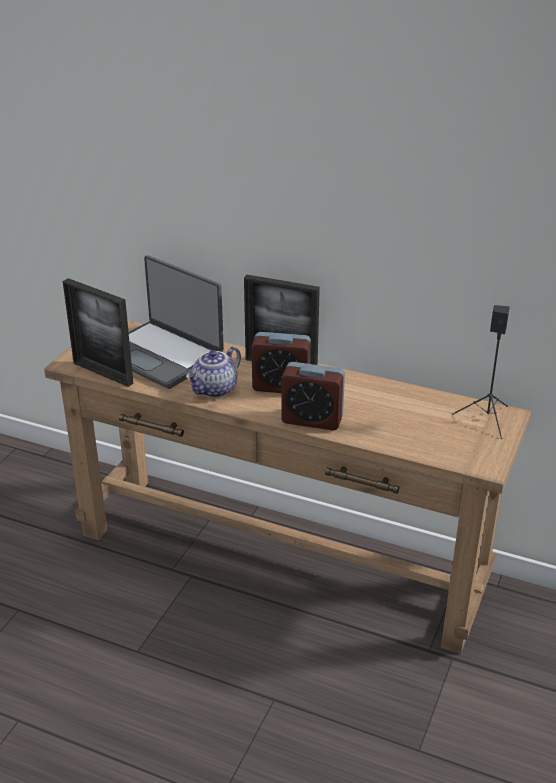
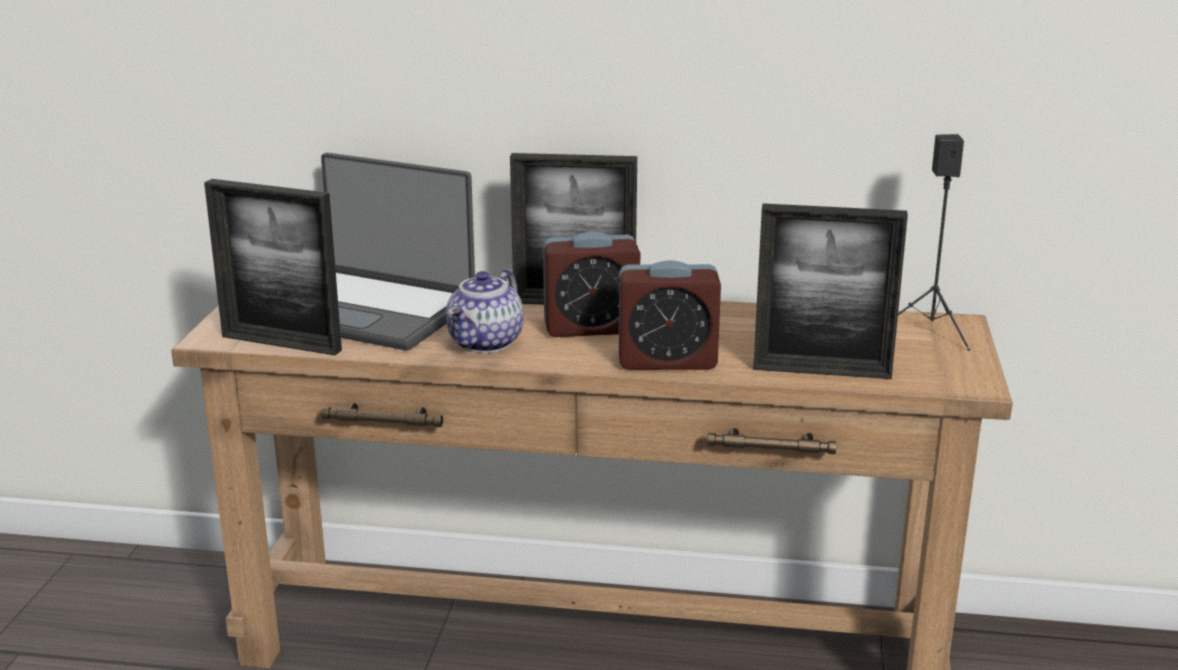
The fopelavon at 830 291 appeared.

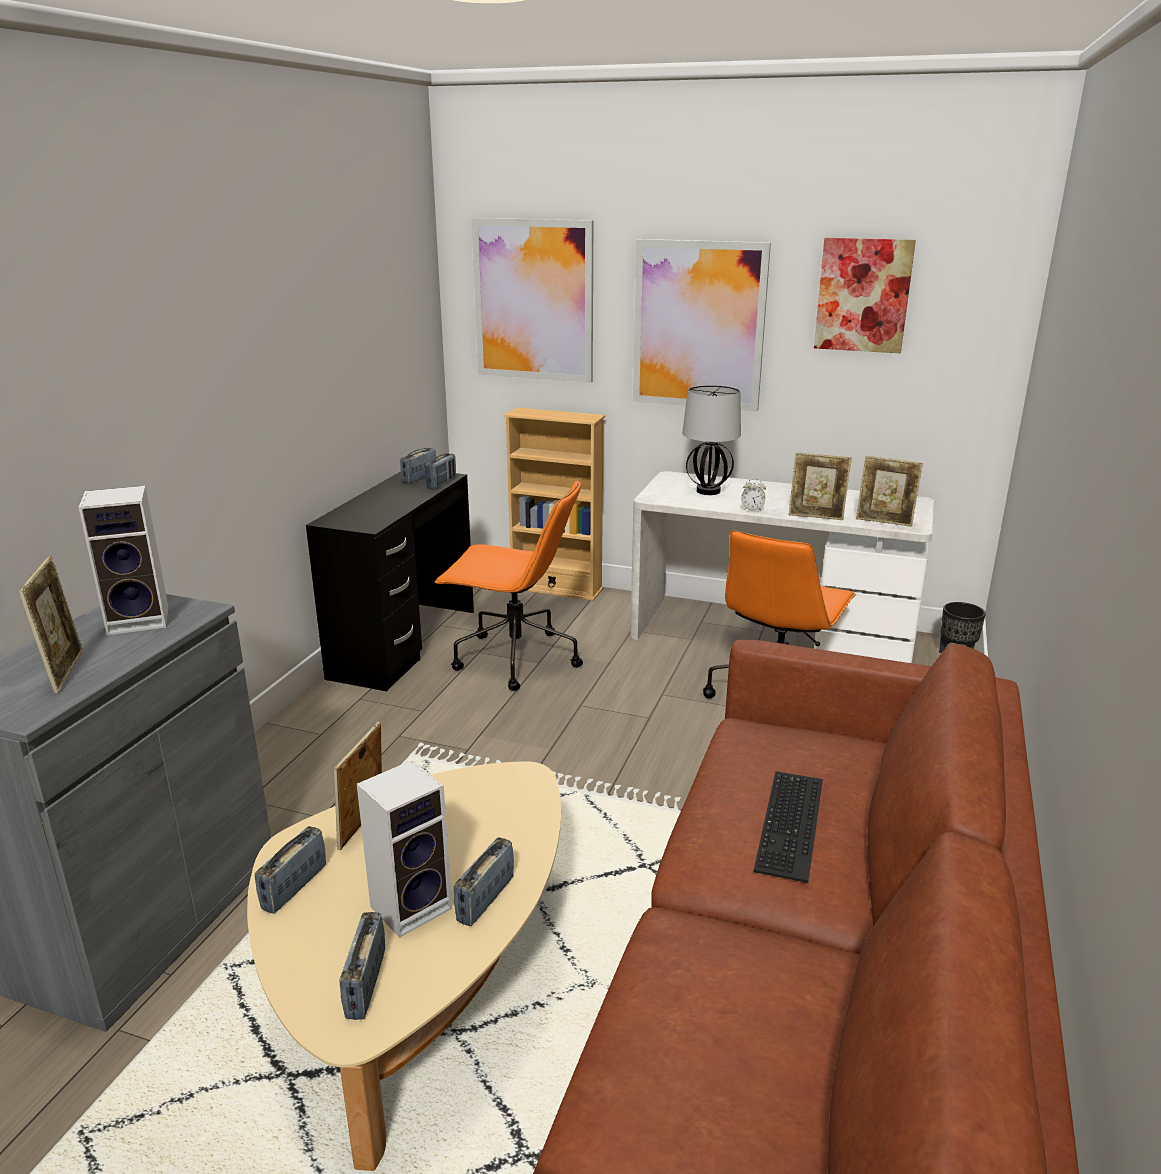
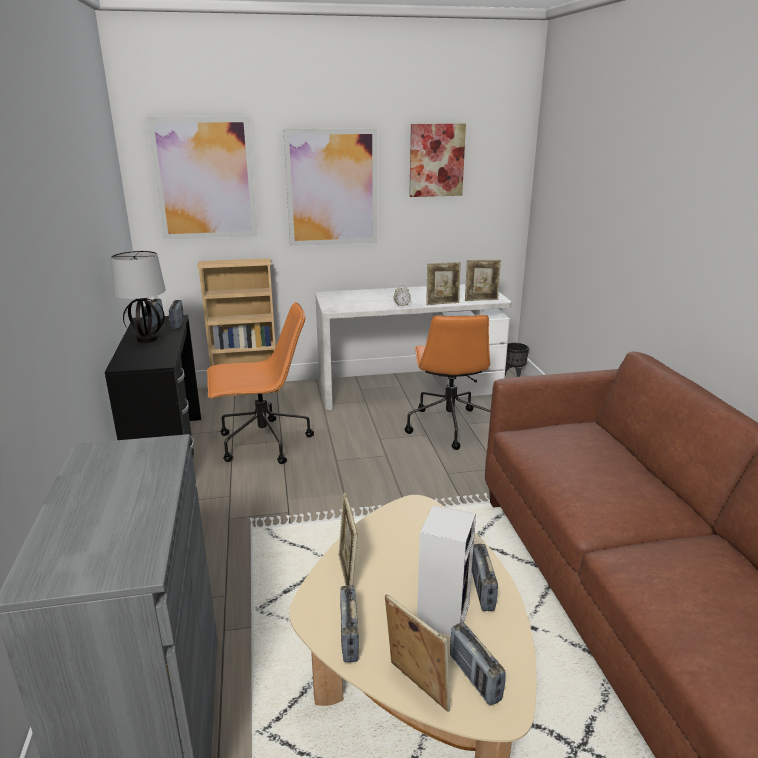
The fopelavon moved from 50 625 to 417 653. The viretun at 124 560 disappeared. The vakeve moved from 711 440 to 138 296. The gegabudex at 788 827 disappeared.

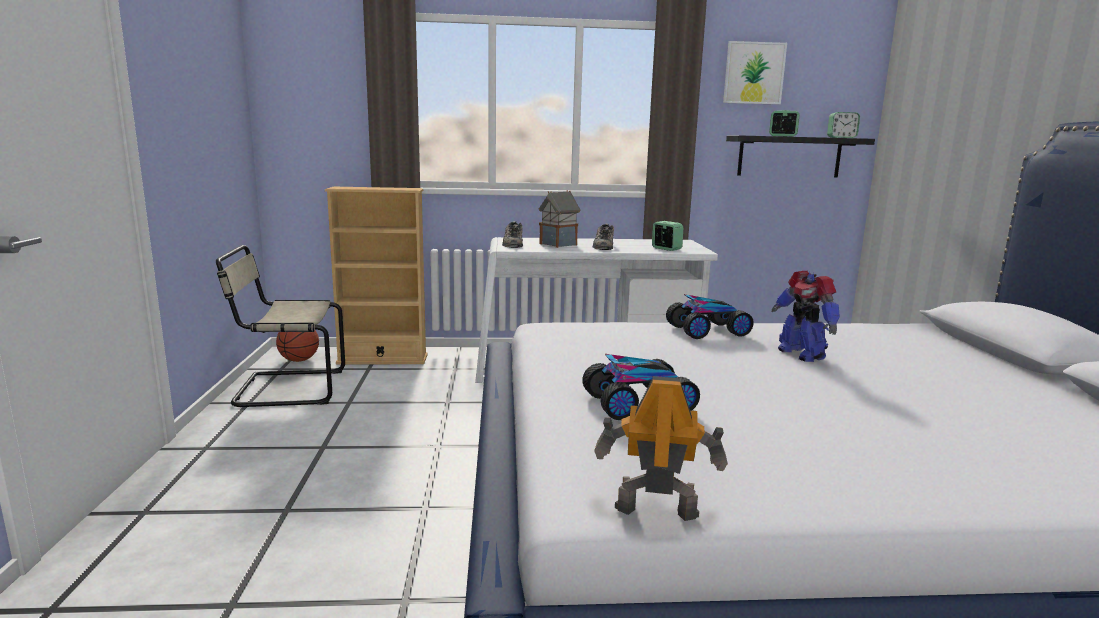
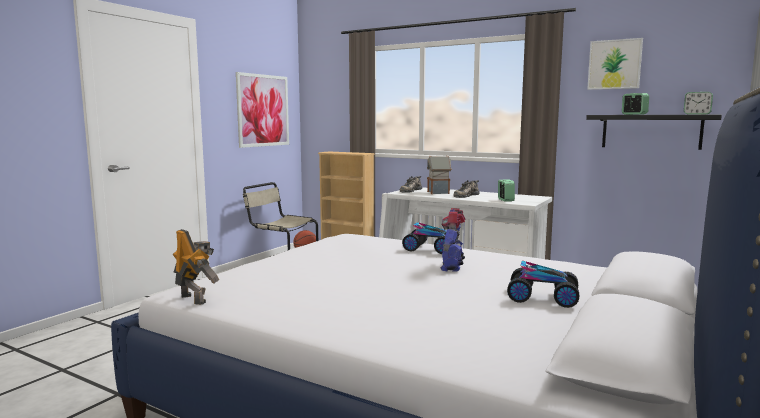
The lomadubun moved from 641 387 to 543 284. The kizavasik at 262 110 appeared.

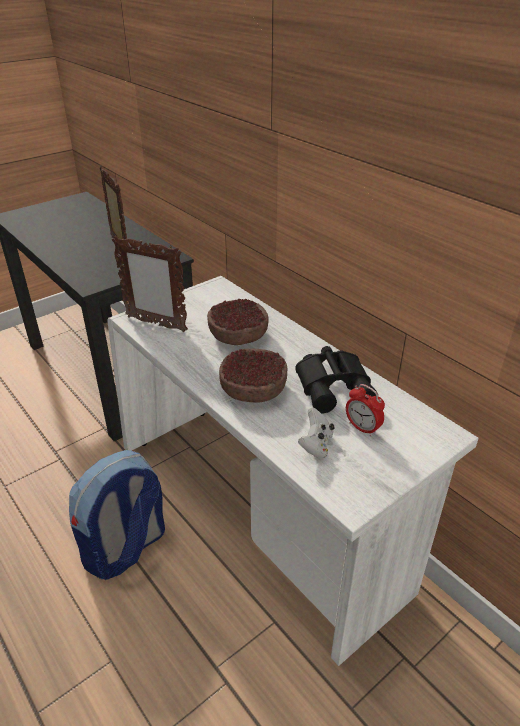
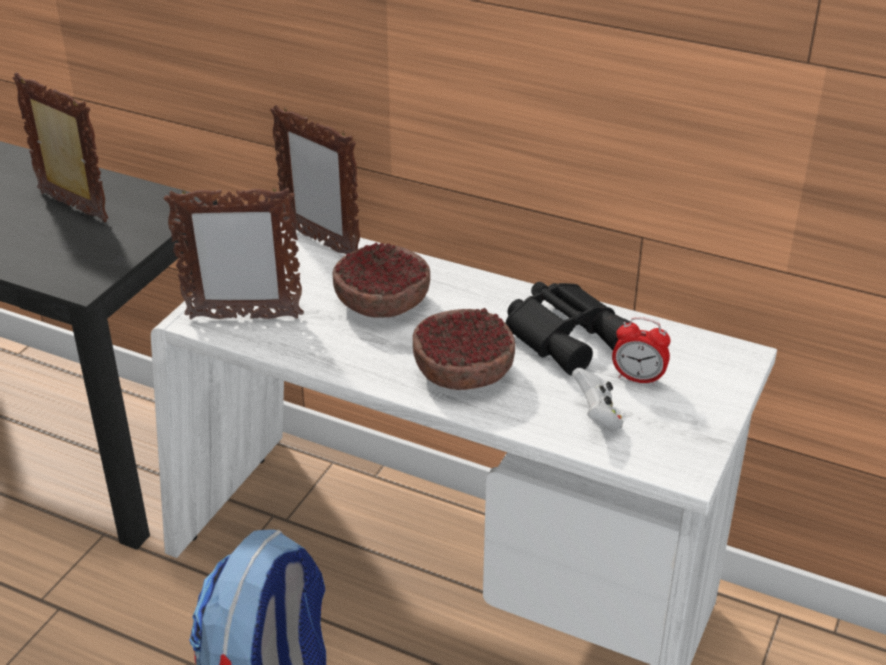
The fopelavon at 315 179 appeared.

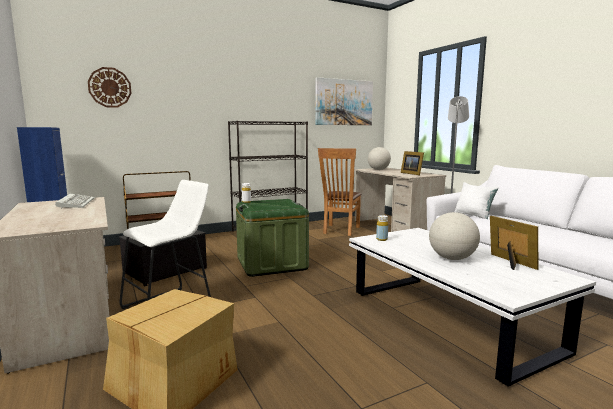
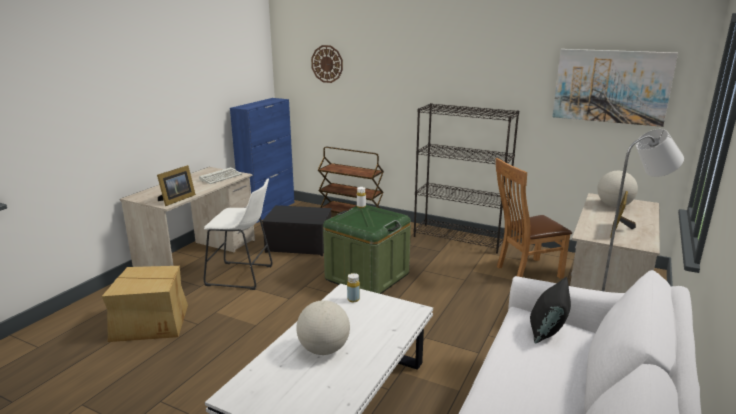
The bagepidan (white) at 477 200 became the bagepidan (black) at 550 310. The fopelavon moved from 514 243 to 176 185.

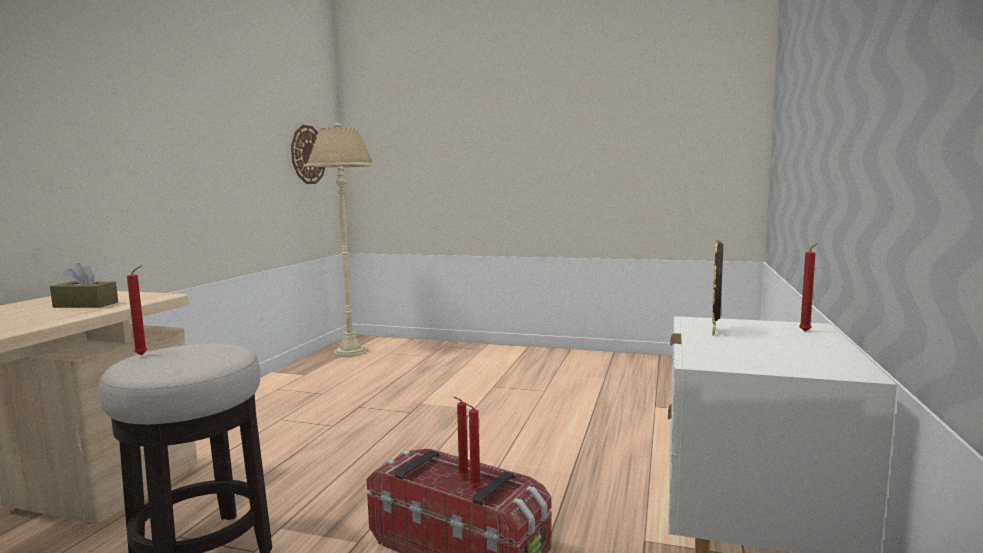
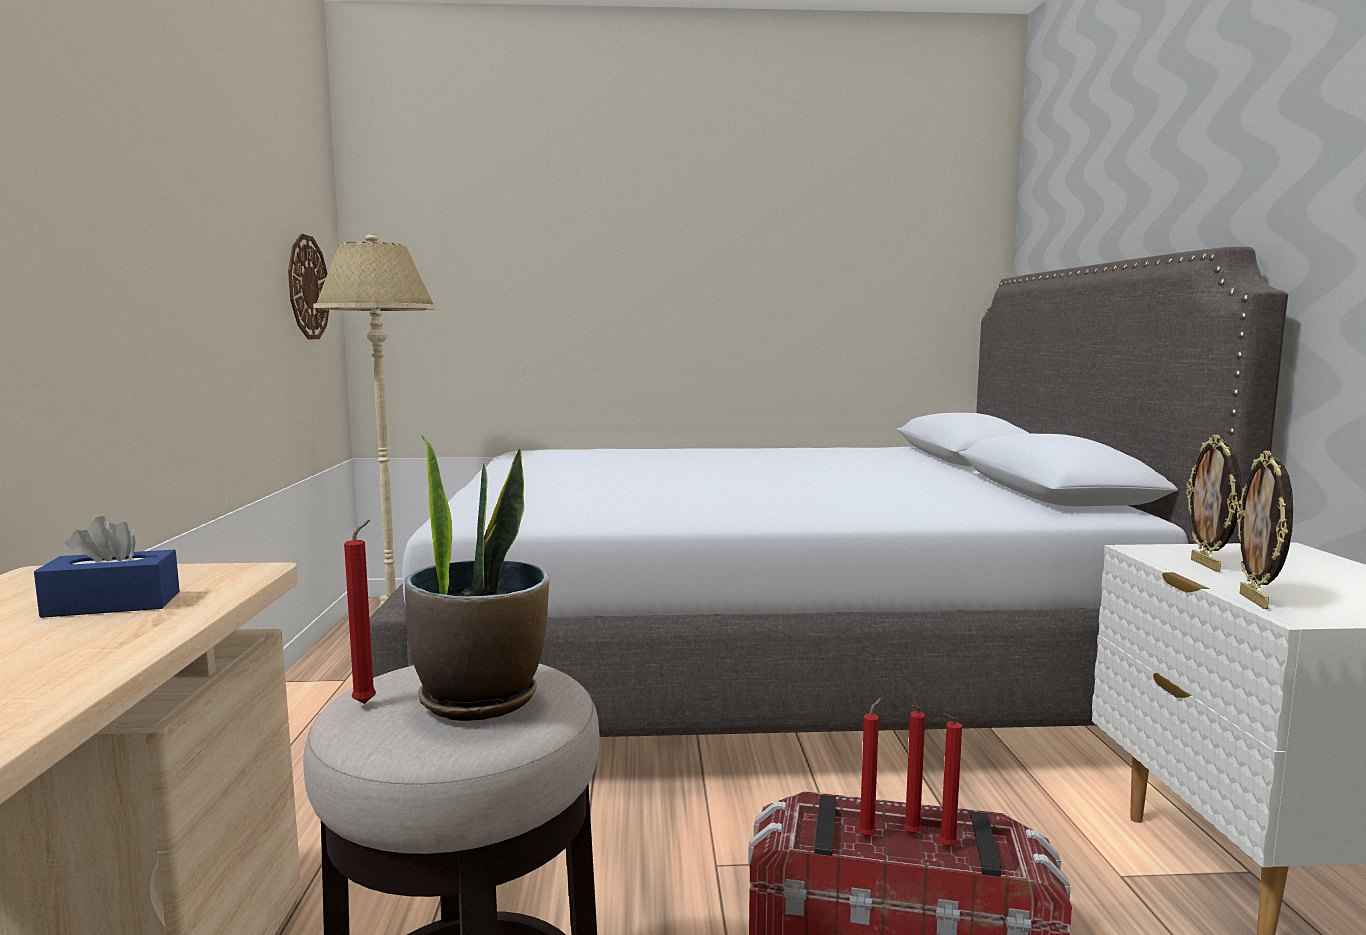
The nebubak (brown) at 84 285 became the nebubak (blue) at 107 567. The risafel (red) moved from 808 287 to 869 767. The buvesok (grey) at 828 492 appeared. The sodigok at 477 578 appeared. The fopelavon at 1265 530 appeared.

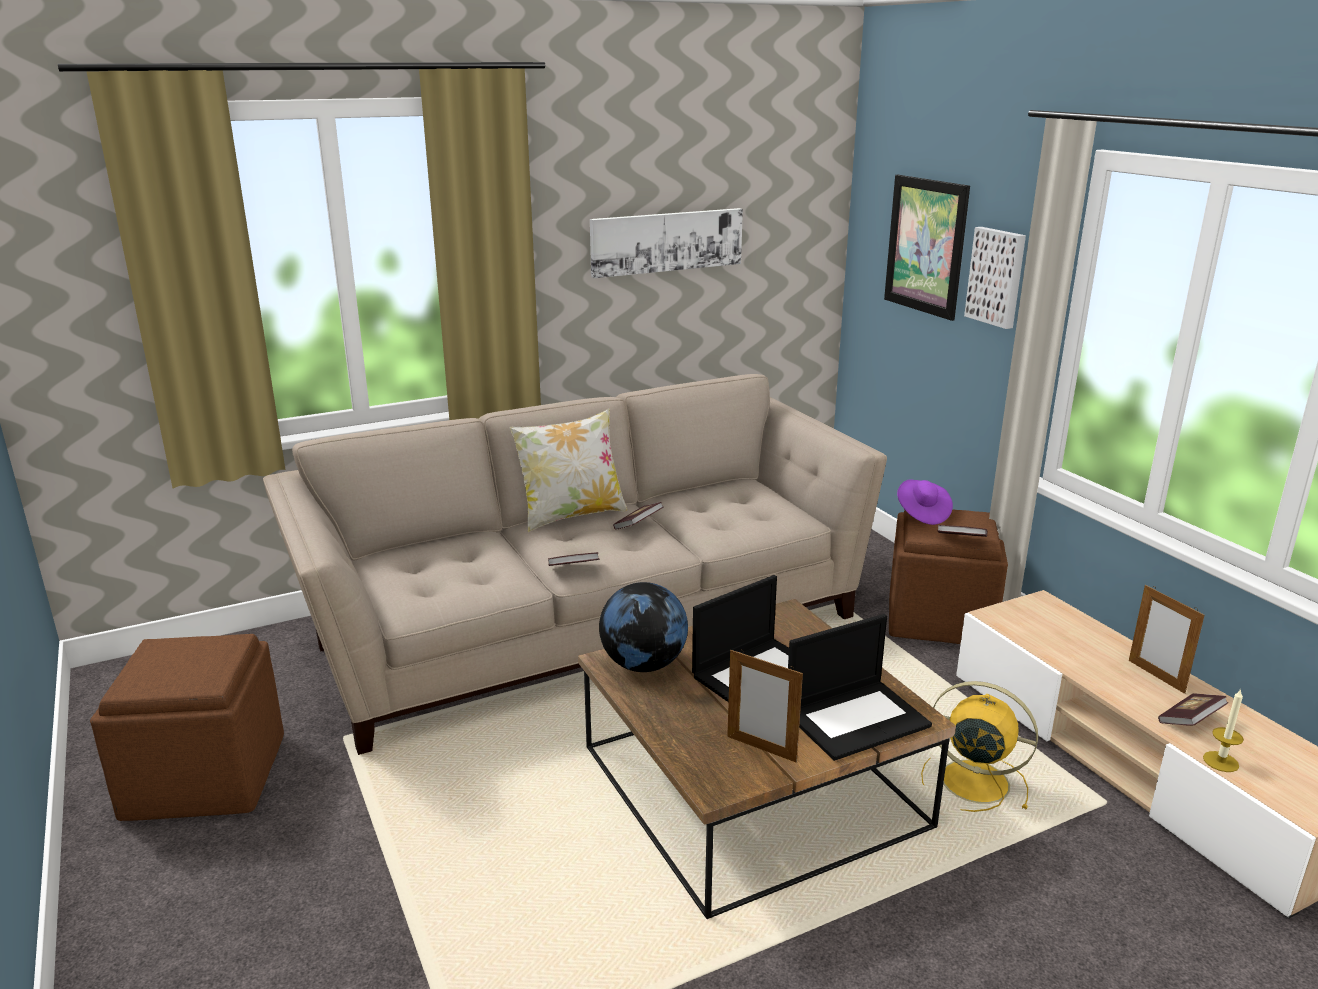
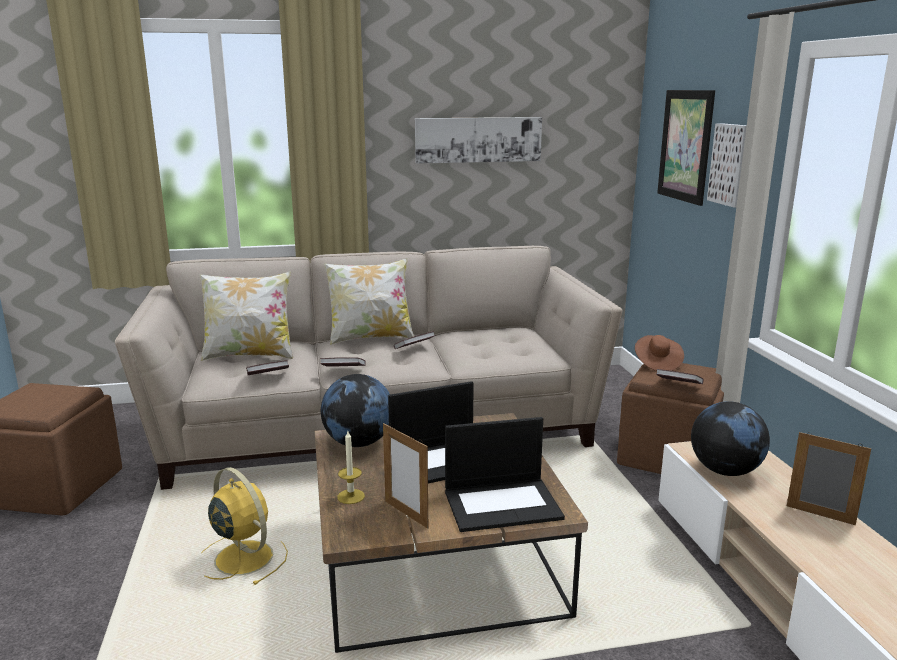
The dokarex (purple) at 925 502 became the dokarex (brown) at 659 353. The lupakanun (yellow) moved from 979 746 to 244 526. The fopelavon at 1166 639 turned 135 degrees clockwise. The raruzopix moved from 1193 710 to 267 367. The risafel moved from 1223 730 to 351 467. The bagepidan at 246 316 appeared. The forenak at 730 438 appeared.

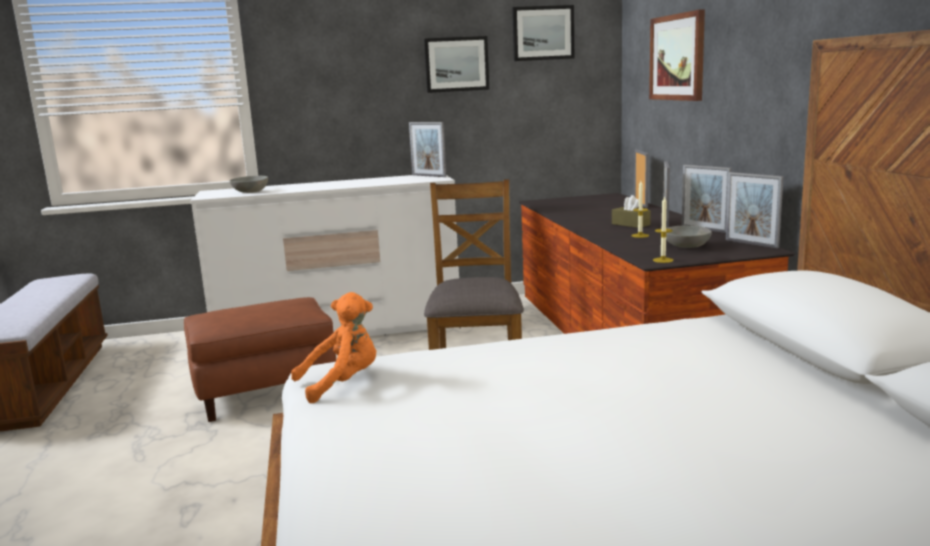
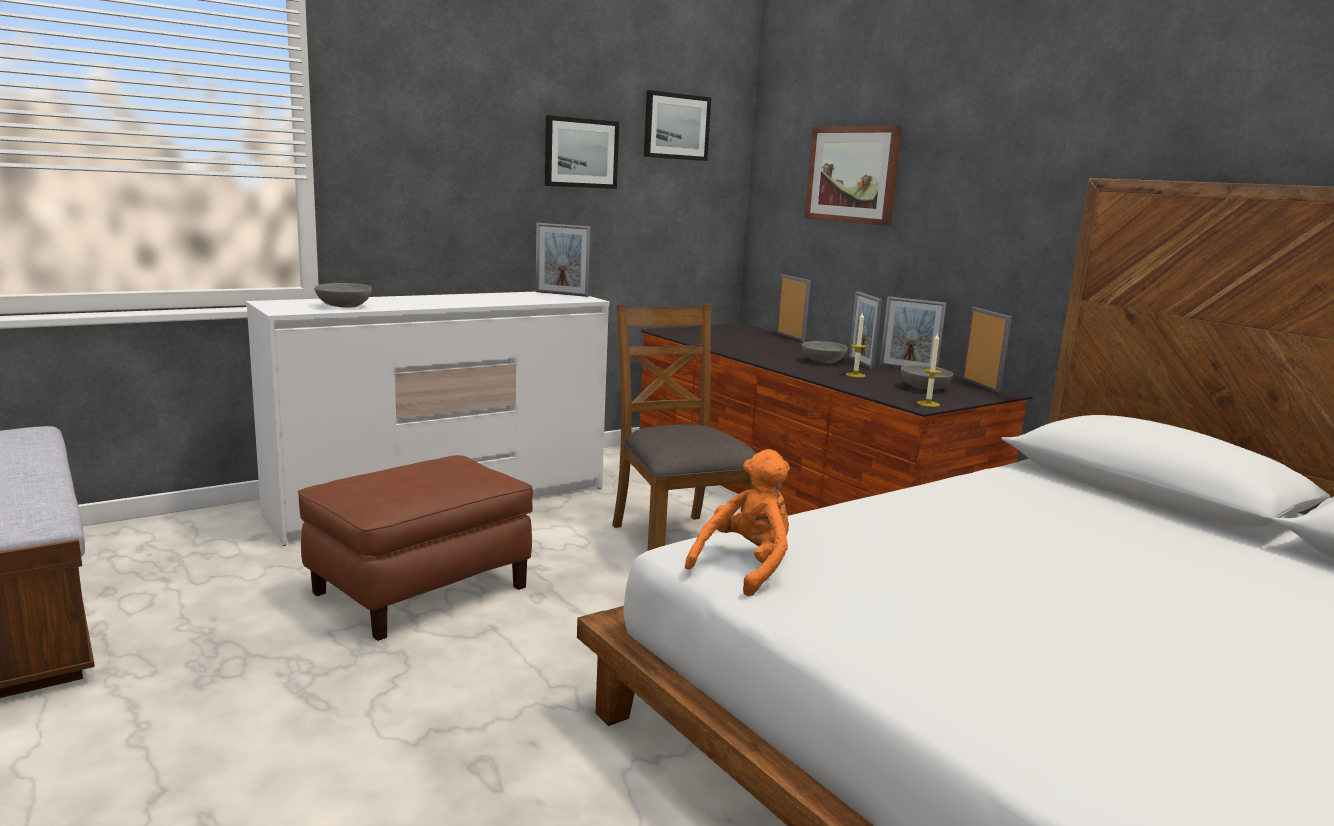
The nebubak (brown) at 631 211 was replaced by the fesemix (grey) at 825 352. The fopelavon at 755 210 turned 135 degrees counterclockwise.

